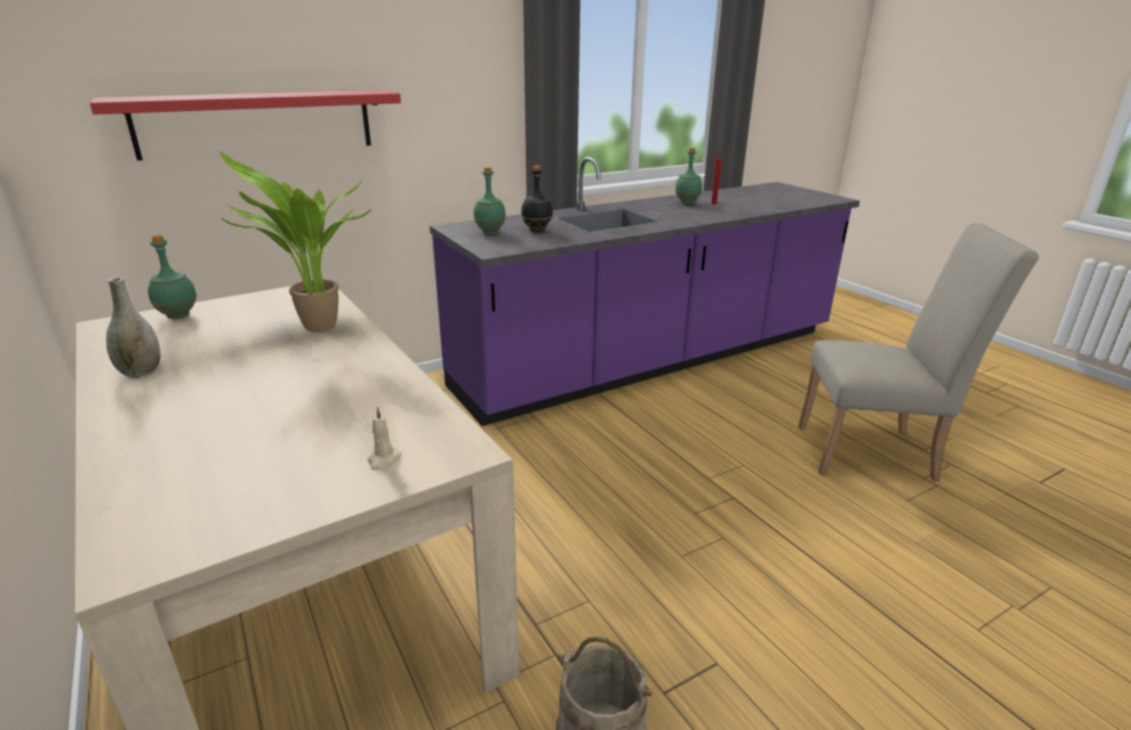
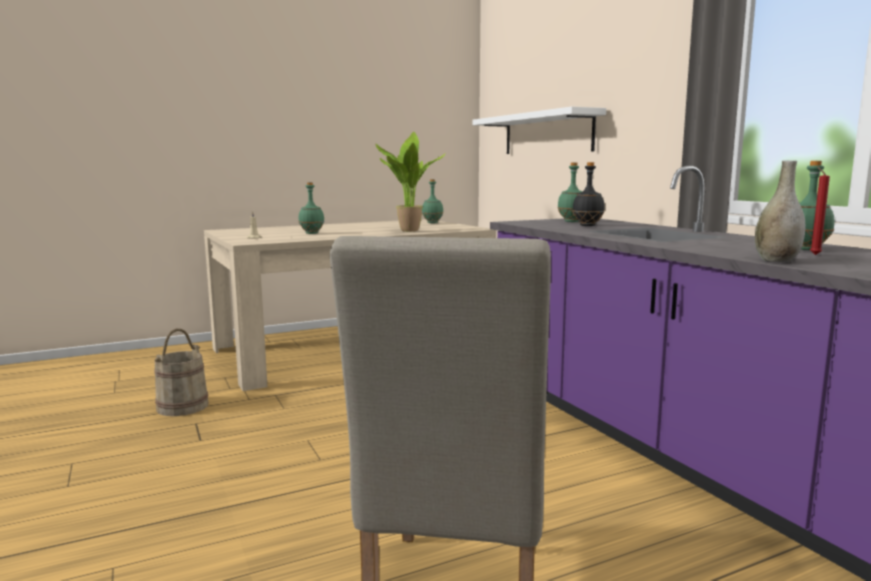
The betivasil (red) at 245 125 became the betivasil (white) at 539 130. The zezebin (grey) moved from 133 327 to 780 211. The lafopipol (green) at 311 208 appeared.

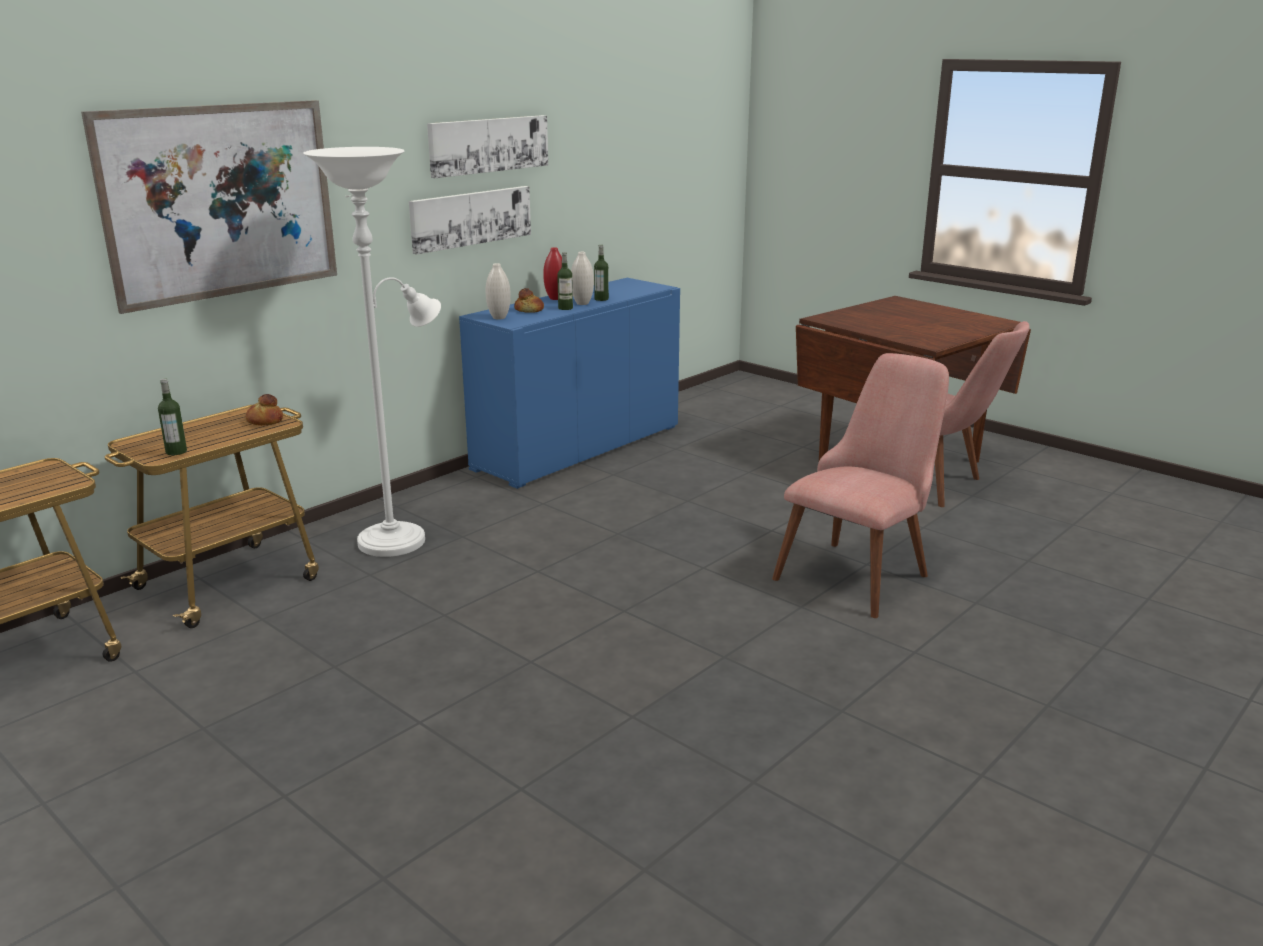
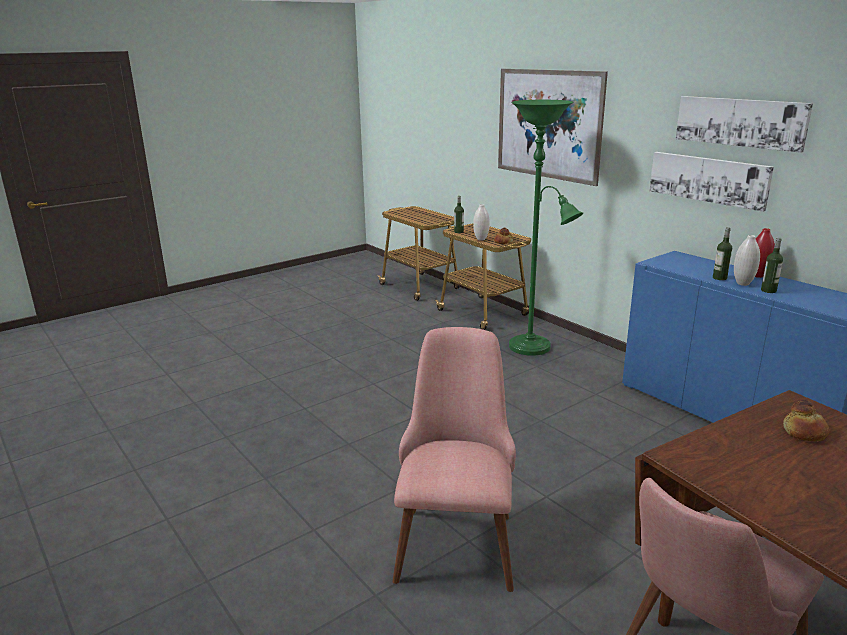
The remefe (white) at 372 352 became the remefe (green) at 546 228. The zezebin (white) moved from 498 291 to 481 222. The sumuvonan moved from 529 300 to 806 420. The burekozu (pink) at 860 485 turned 135 degrees counterclockwise.

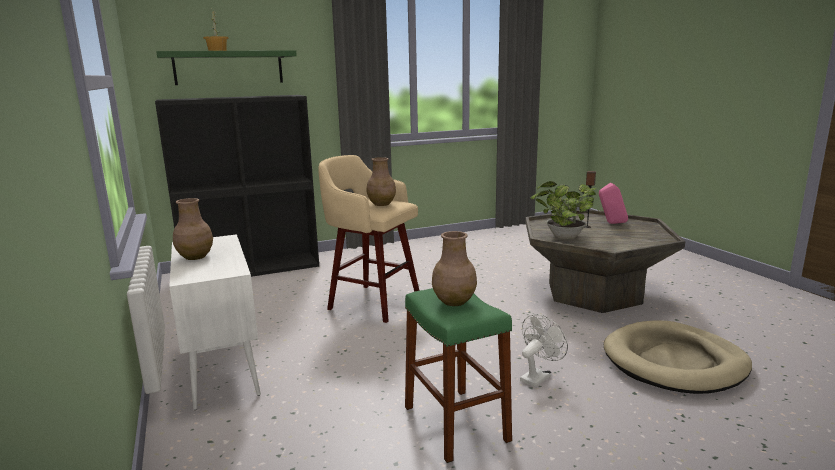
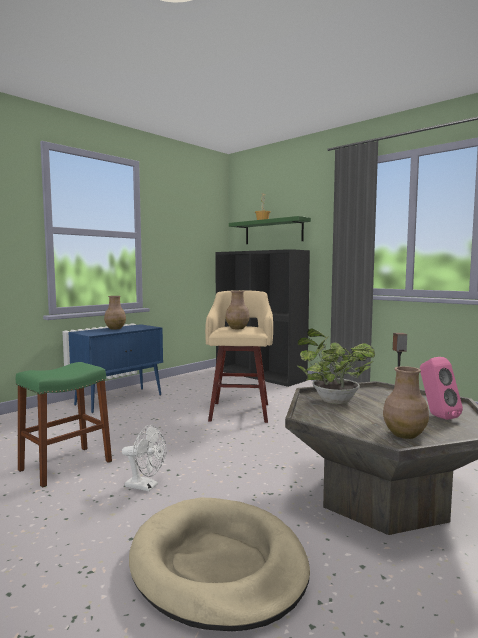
The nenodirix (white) at 215 322 became the nenodirix (blue) at 116 368. The zezebin (brown) moved from 454 268 to 406 402.

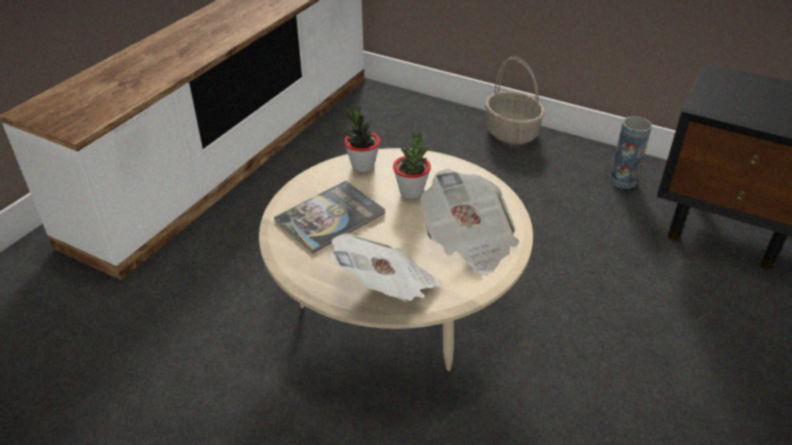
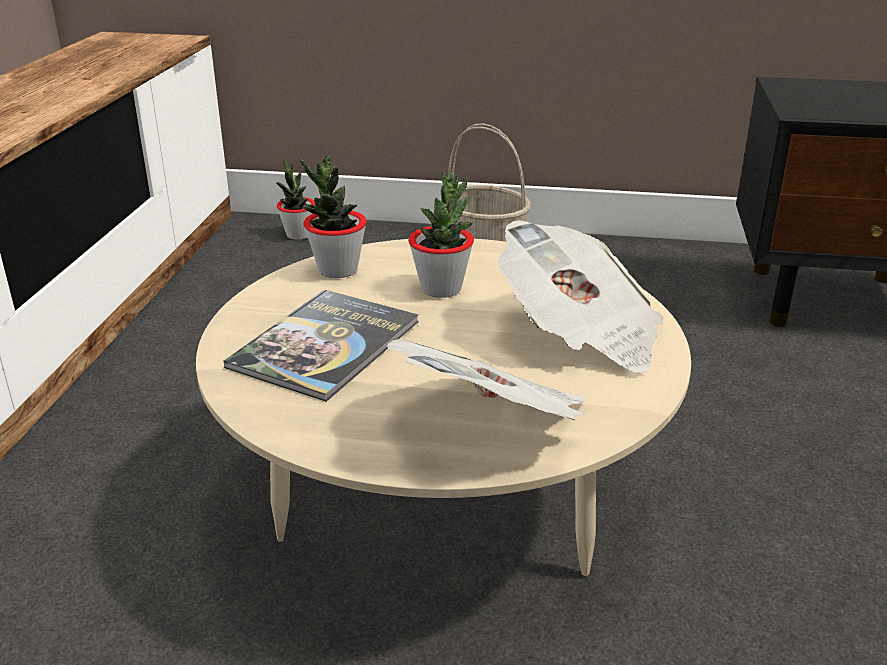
The zezebin at 631 152 disappeared. The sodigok at 295 200 appeared.

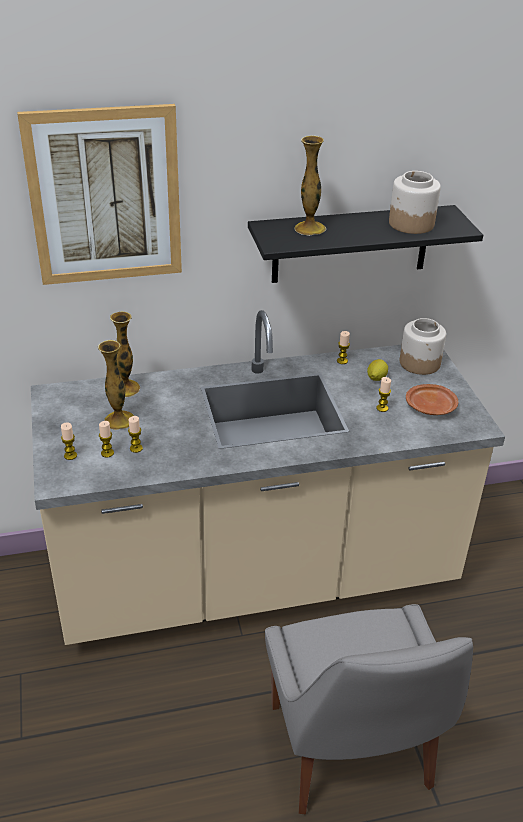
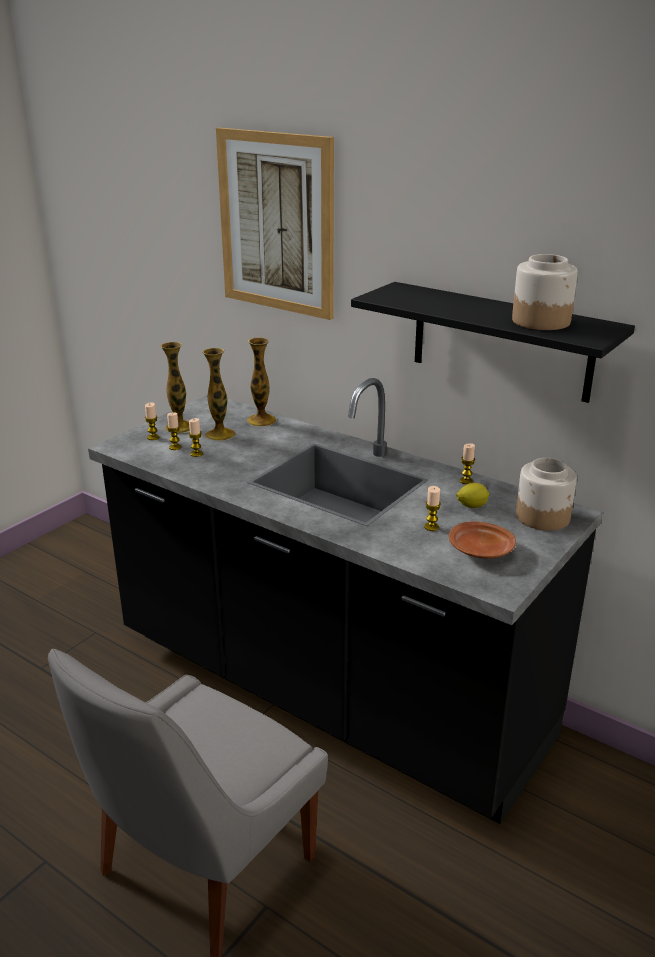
The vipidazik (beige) at 268 477 became the vipidazik (black) at 345 601. The zezebin moved from 310 185 to 175 387.

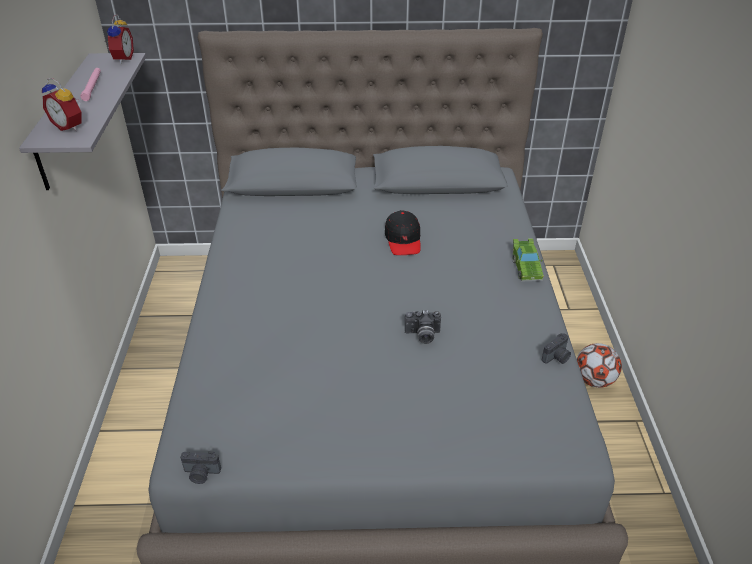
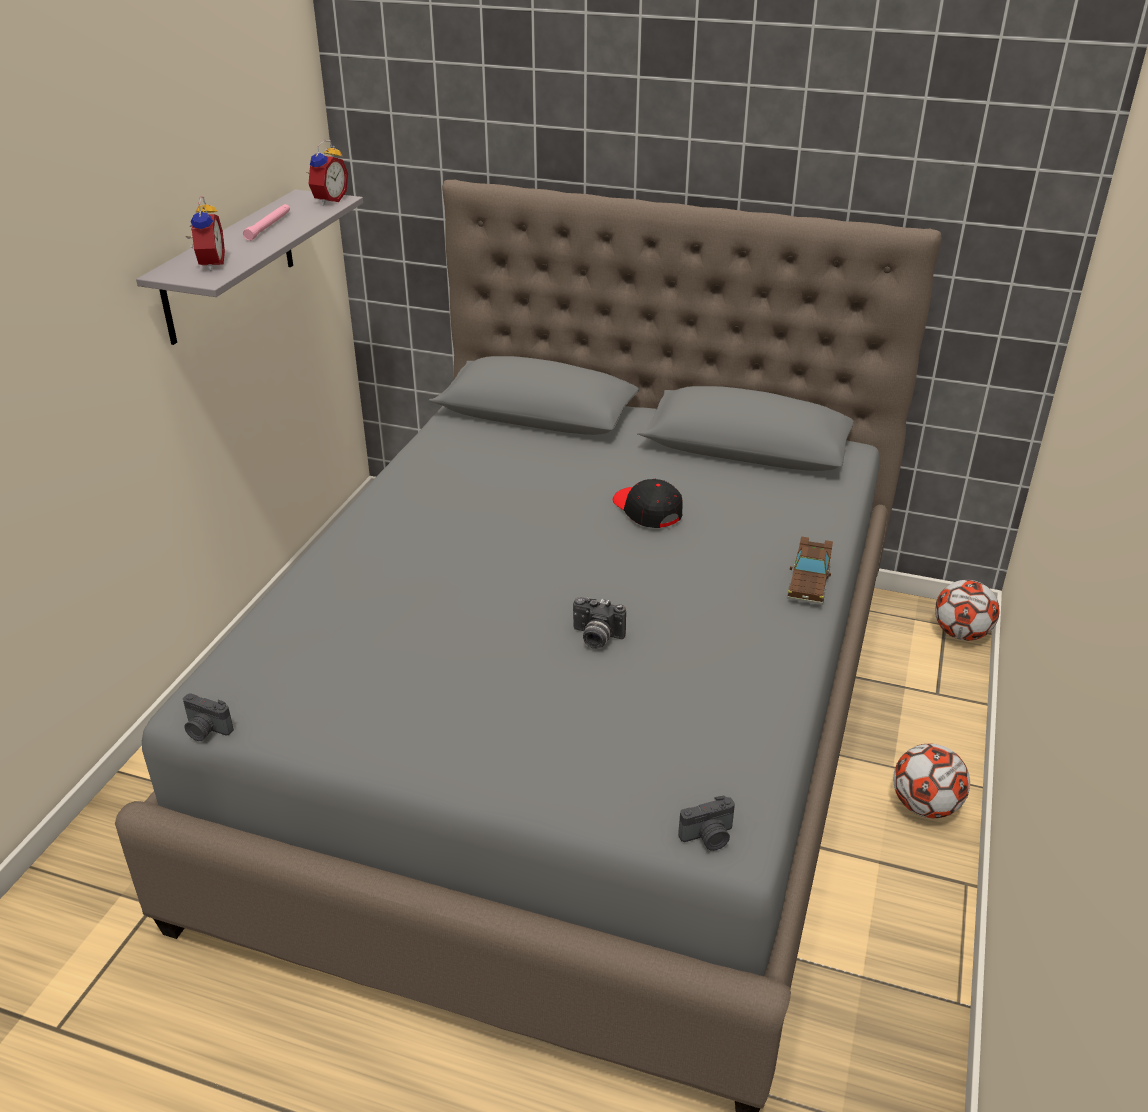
The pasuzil at 62 104 turned 150 degrees counterclockwise. The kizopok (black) at 403 232 turned 135 degrees clockwise. The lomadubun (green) at 528 260 became the lomadubun (brown) at 810 570. The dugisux moved from 556 348 to 706 823. The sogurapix at 967 610 appeared.

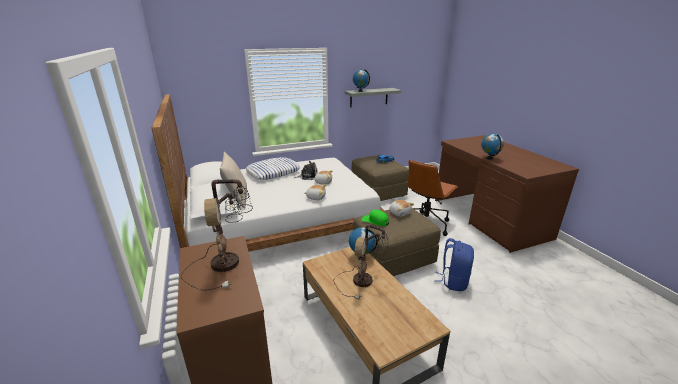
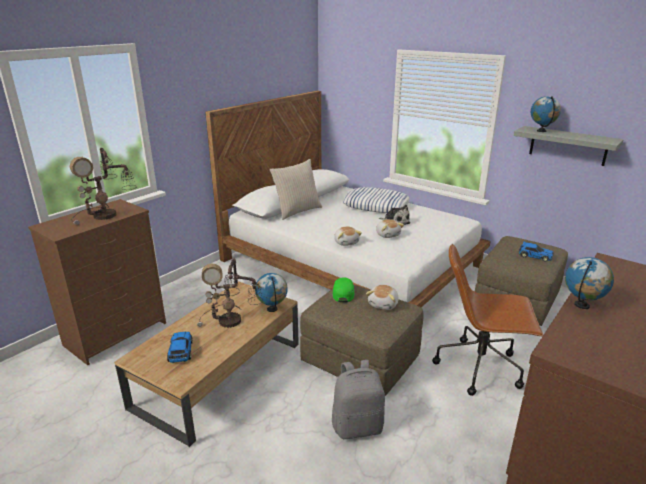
The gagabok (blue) at 454 264 became the gagabok (grey) at 358 399. The lomadubun at 180 347 appeared.

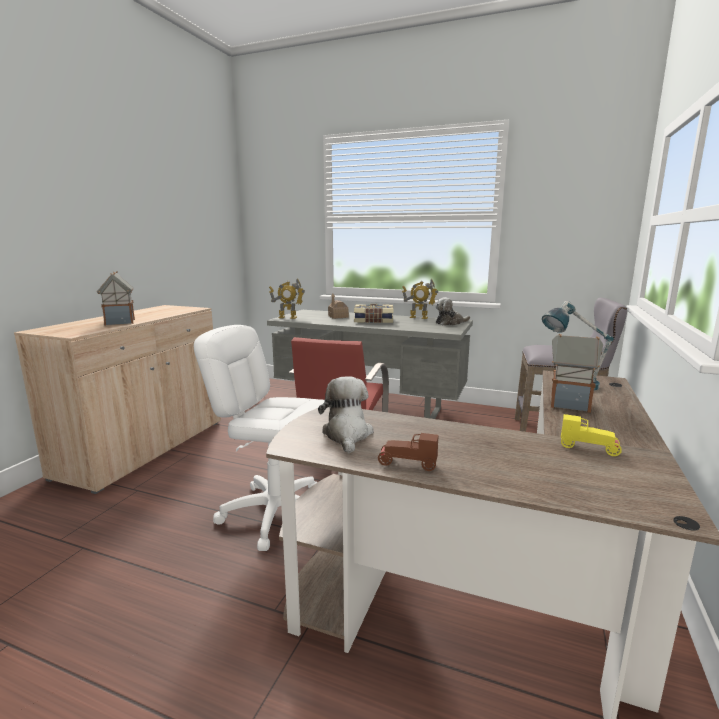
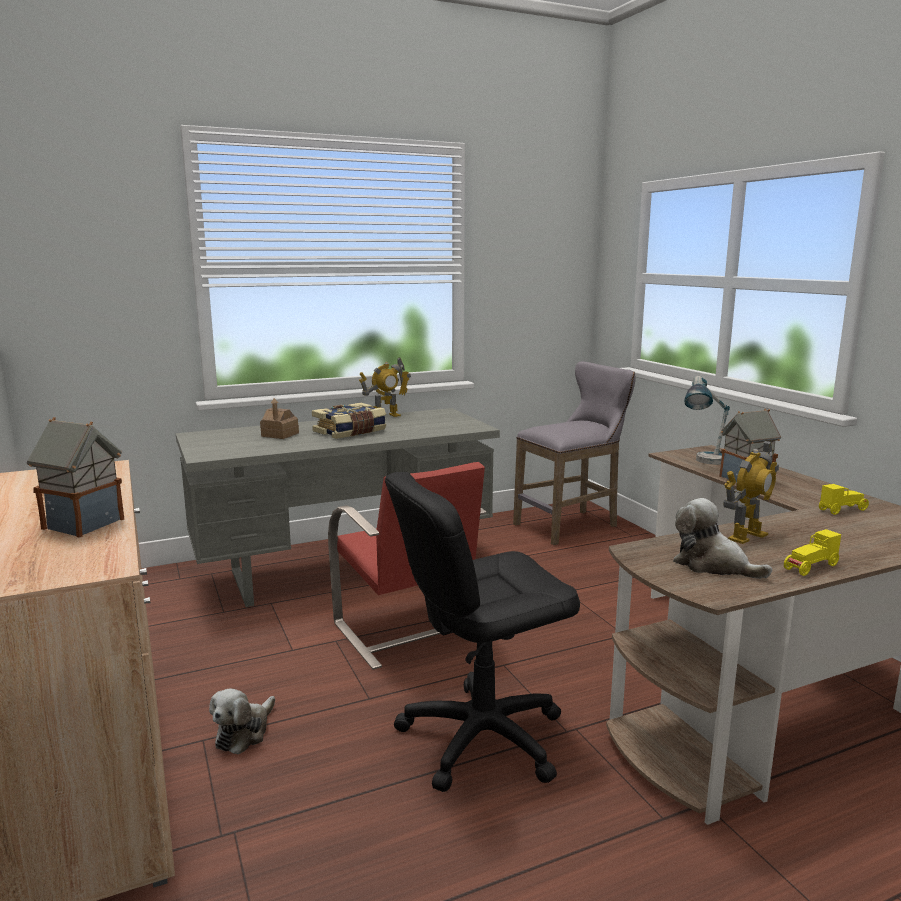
The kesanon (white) at 259 438 became the kesanon (black) at 482 632. The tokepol moved from 287 298 to 751 492. The lomadubun (brown) at 408 452 became the lomadubun (yellow) at 812 552. The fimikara moved from 453 311 to 242 722.

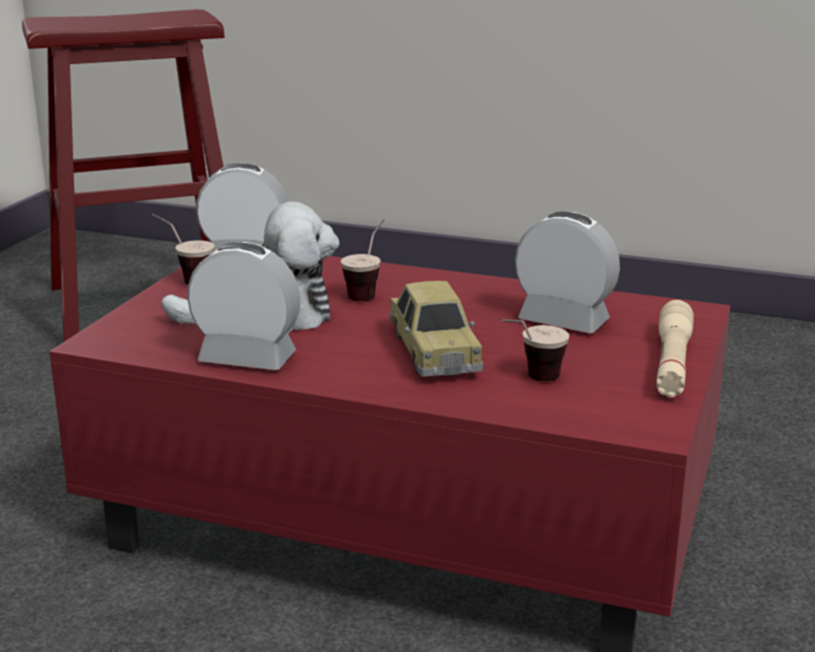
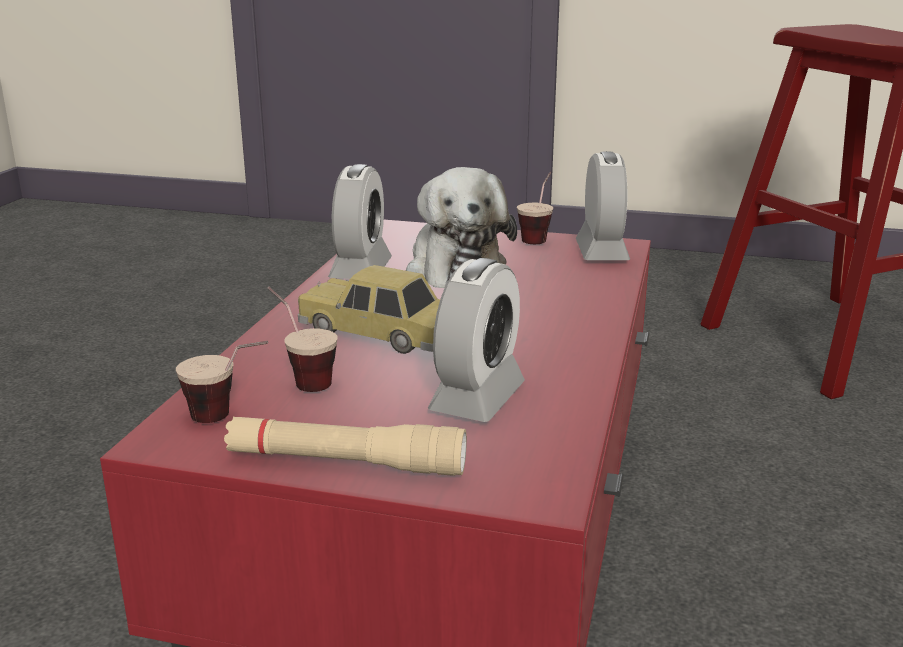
The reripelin moved from 362 260 to 222 382. The lomadubun at 436 329 turned 45 degrees clockwise.

